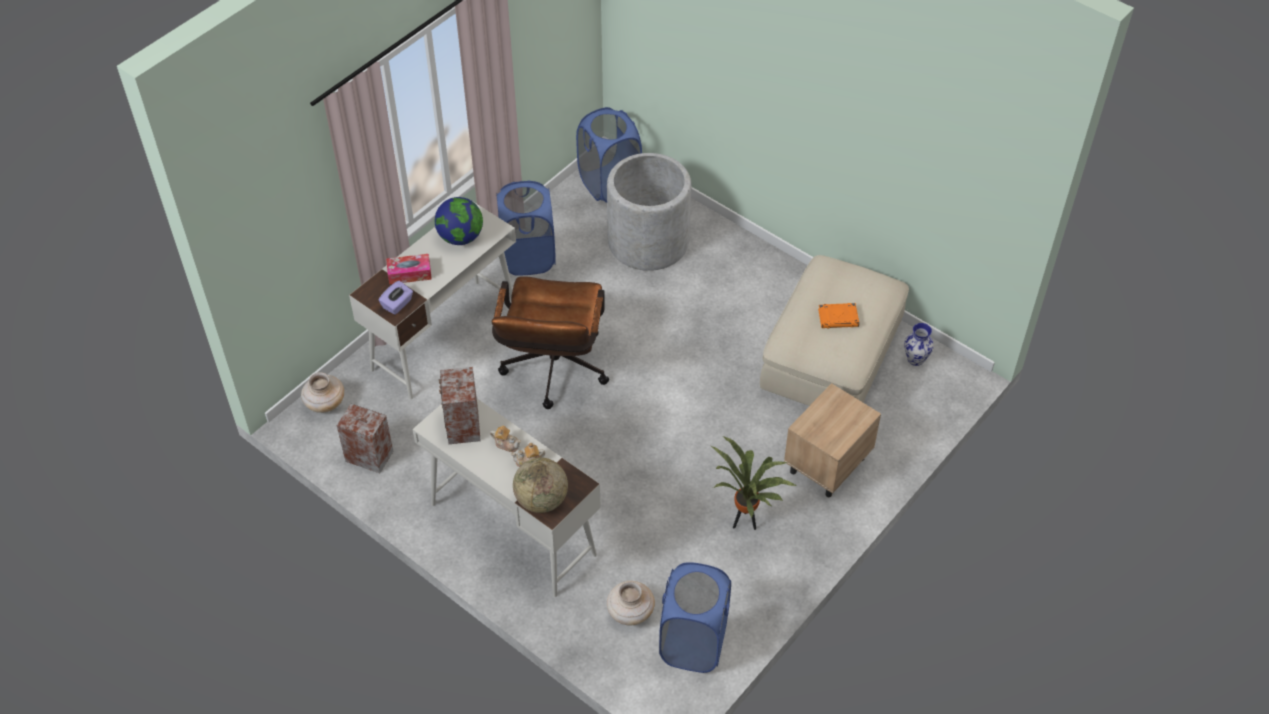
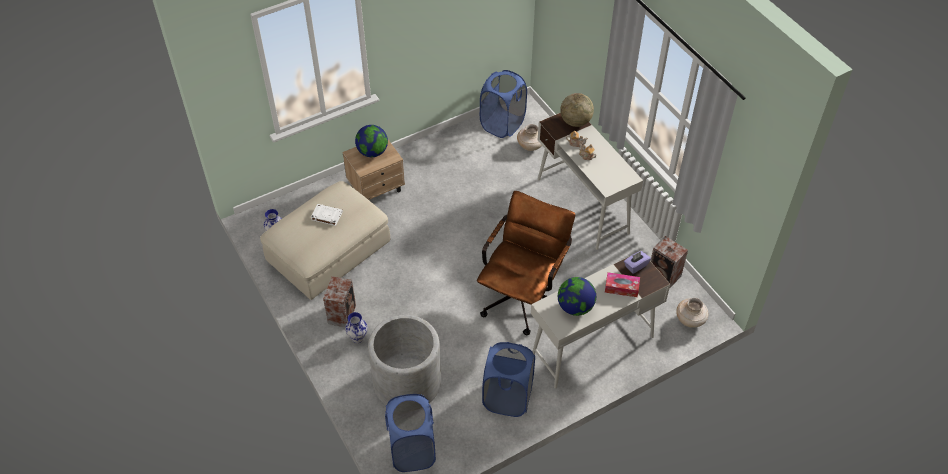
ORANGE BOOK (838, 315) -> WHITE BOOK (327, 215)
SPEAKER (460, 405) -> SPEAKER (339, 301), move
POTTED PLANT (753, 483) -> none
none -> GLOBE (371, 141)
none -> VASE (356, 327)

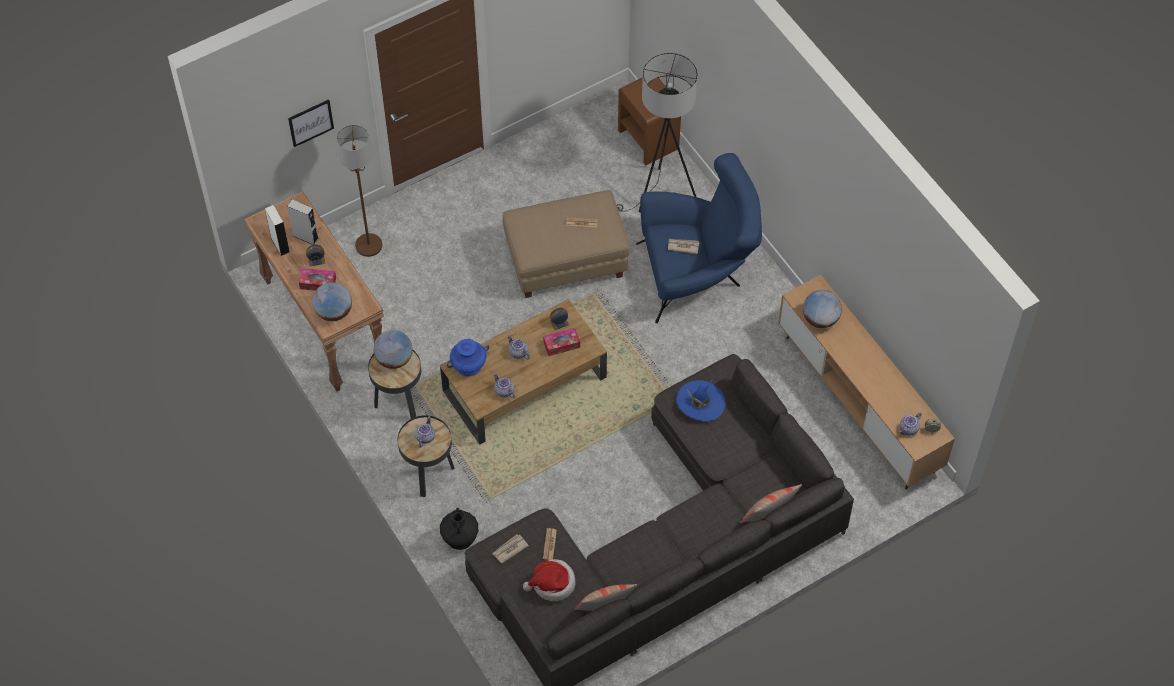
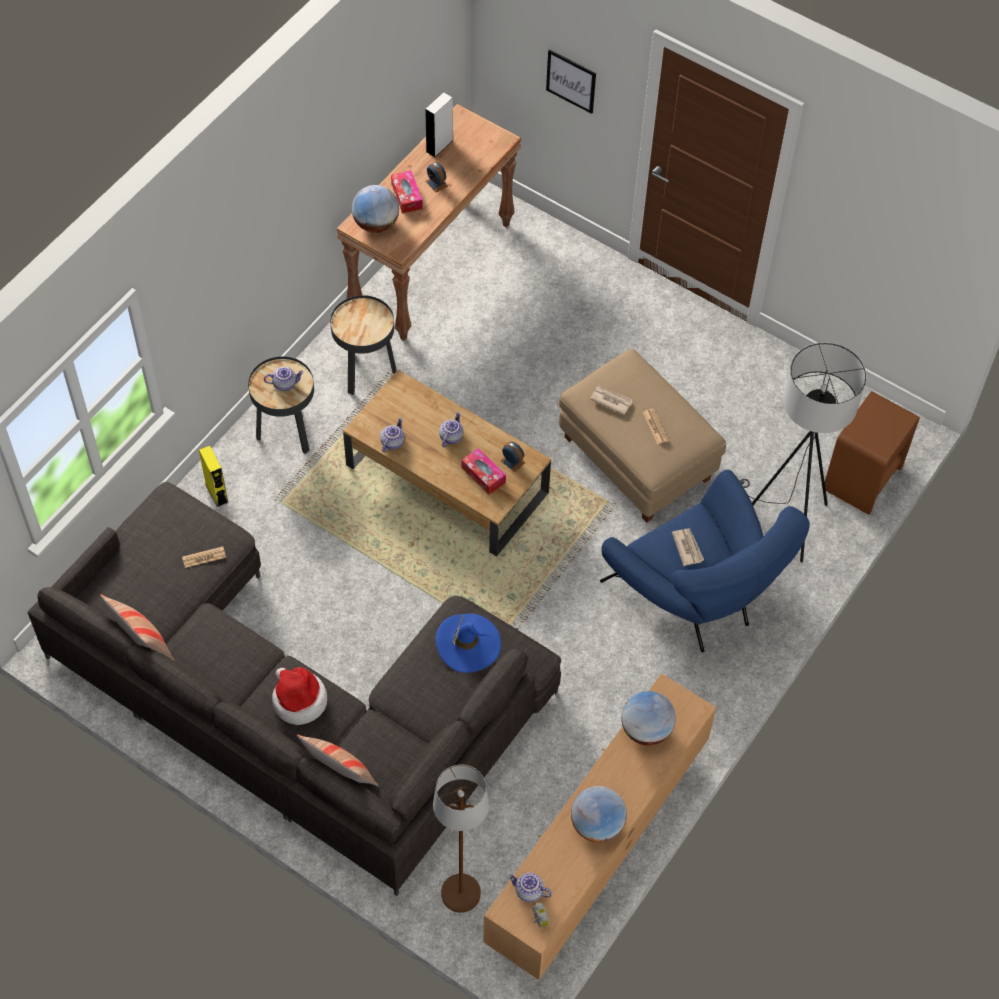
BROWN FLOOR LAMP (359, 191) -> BROWN FLOOR LAMP (461, 838), move
GREY SPEAKER (303, 222) -> none
GLOBE (393, 349) -> GLOBE (599, 814), move
BLUE VASE (468, 357) -> none
BLACK VASE (459, 529) -> YELLOW SPEAKER (213, 476)
NEWSPAPER (510, 548) -> NEWSPAPER (611, 400), move
HAT (549, 580) -> HAT (300, 696), move

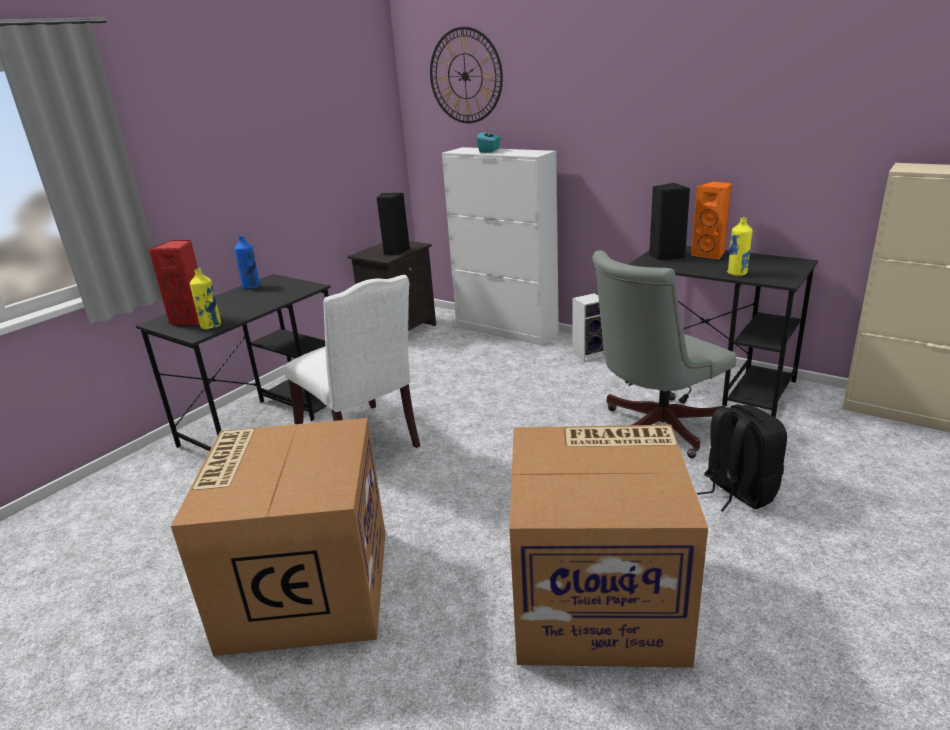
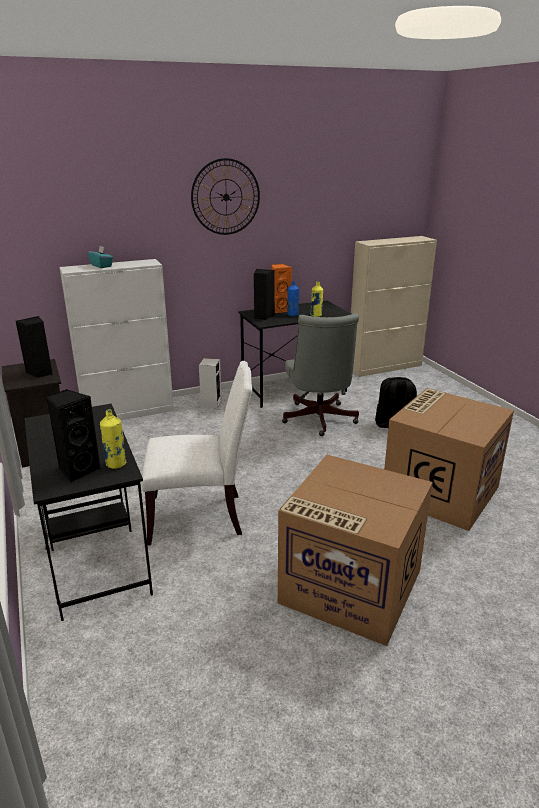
WALL CLOCK (466, 75) -> WALL CLOCK (225, 196), move
BLUE BOTTLE (247, 262) -> BLUE BOTTLE (293, 298), move
RED SPEAKER (174, 282) -> BLACK SPEAKER (74, 436)

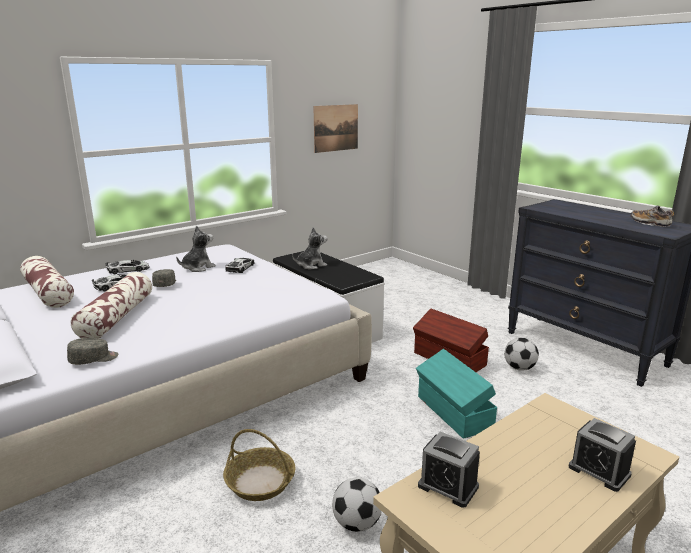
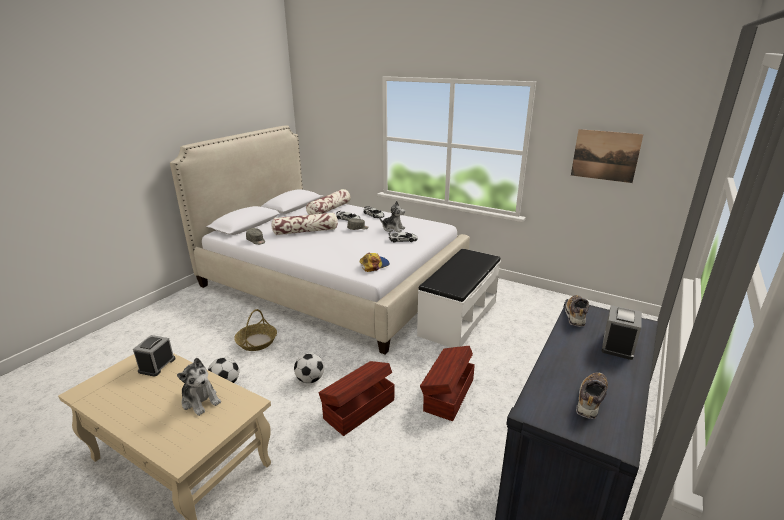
PLUSH TOY (309, 248) -> PLUSH TOY (199, 387), move
FOOTBALL (521, 354) -> FOOTBALL (309, 368), move
TURQUOISE STORAGE BOX (456, 394) -> BROWN STORAGE BOX (356, 398)
ALARM CLOCK (602, 455) -> ALARM CLOCK (622, 332), move
none -> CAP (375, 262)
none -> SHOE (577, 311)

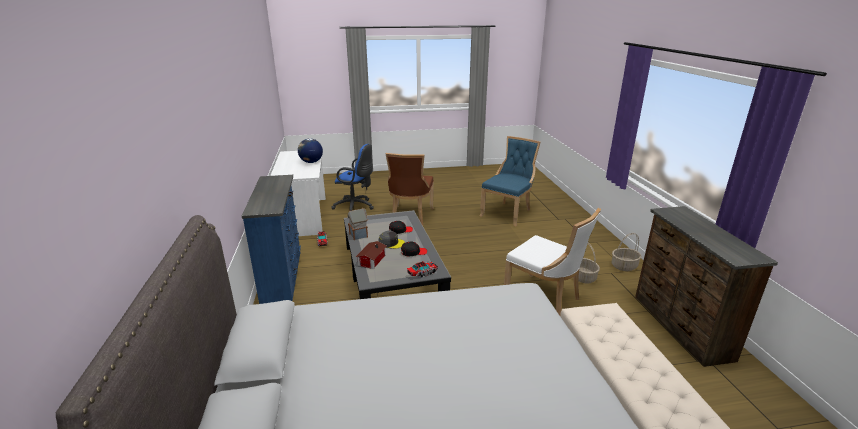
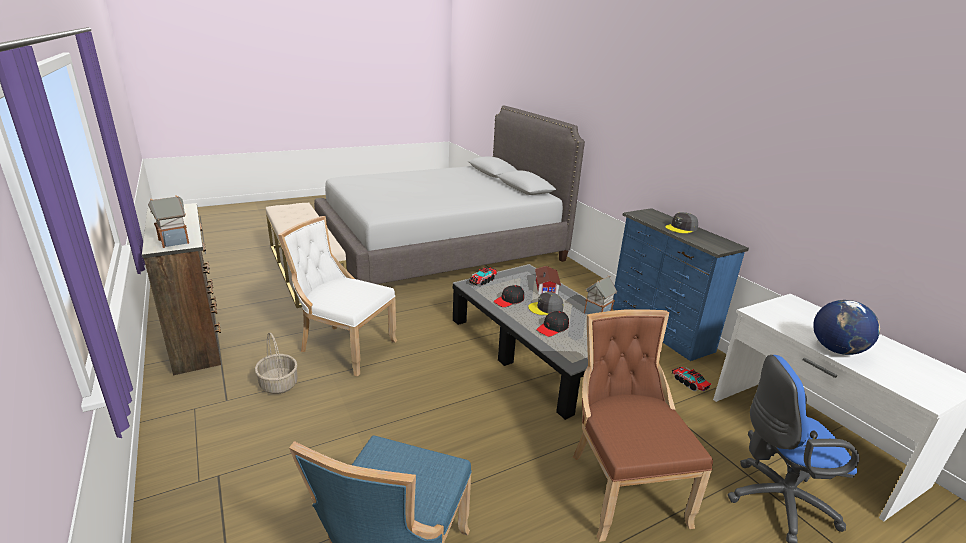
BASKET (626, 252) -> none
none -> TOY HOUSE (168, 221)
none -> GREY CAP (682, 223)

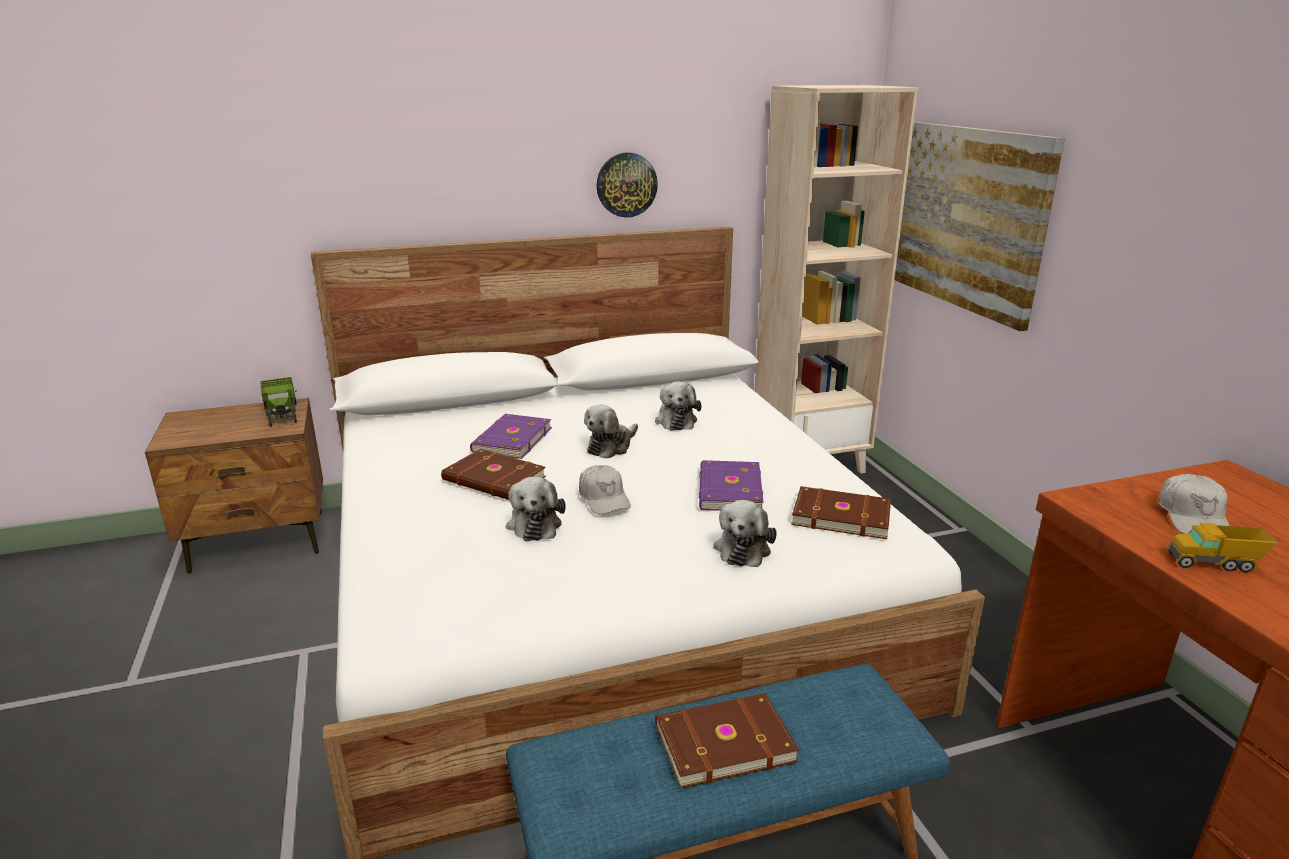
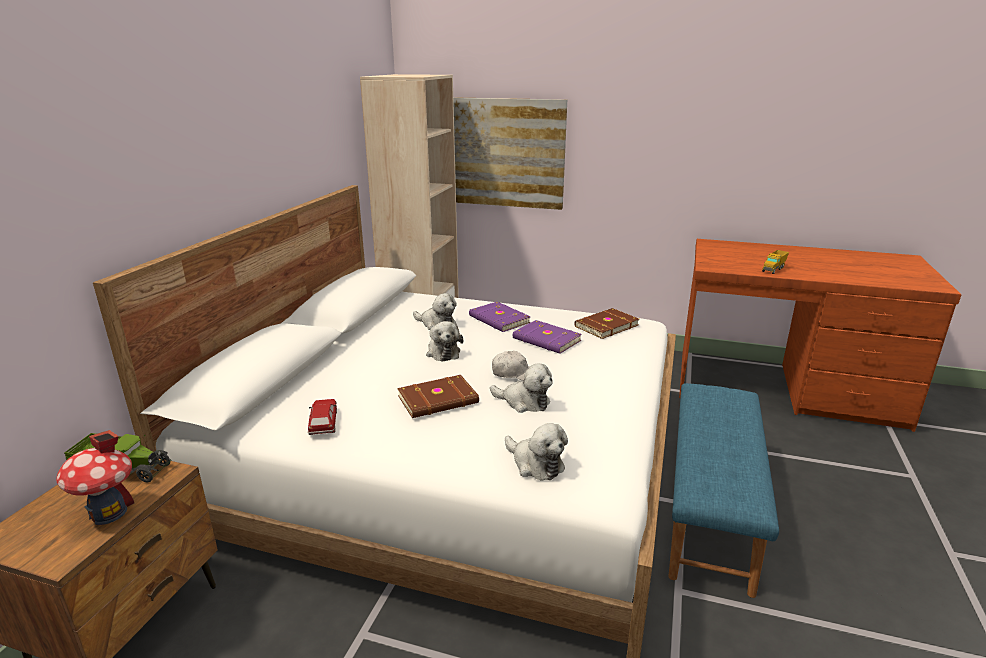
WALL CLOCK (627, 185) -> none
PURPLE BOOK (511, 436) -> PURPLE BOOK (500, 317), move
WHITE CAP (1194, 504) -> none
PLUSH TOY (745, 533) -> PLUSH TOY (536, 452), move
BROWN BOOK (727, 741) -> none
none -> TOY CAR (322, 417)
none -> TOY HOUSE (95, 477)

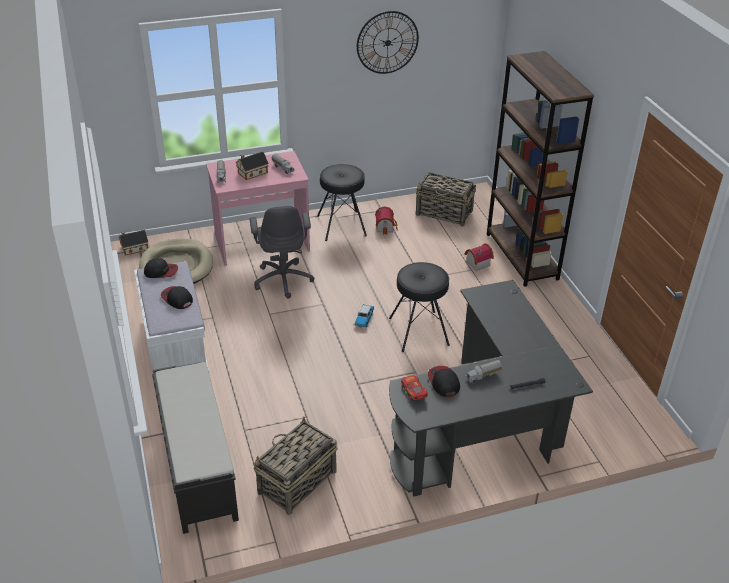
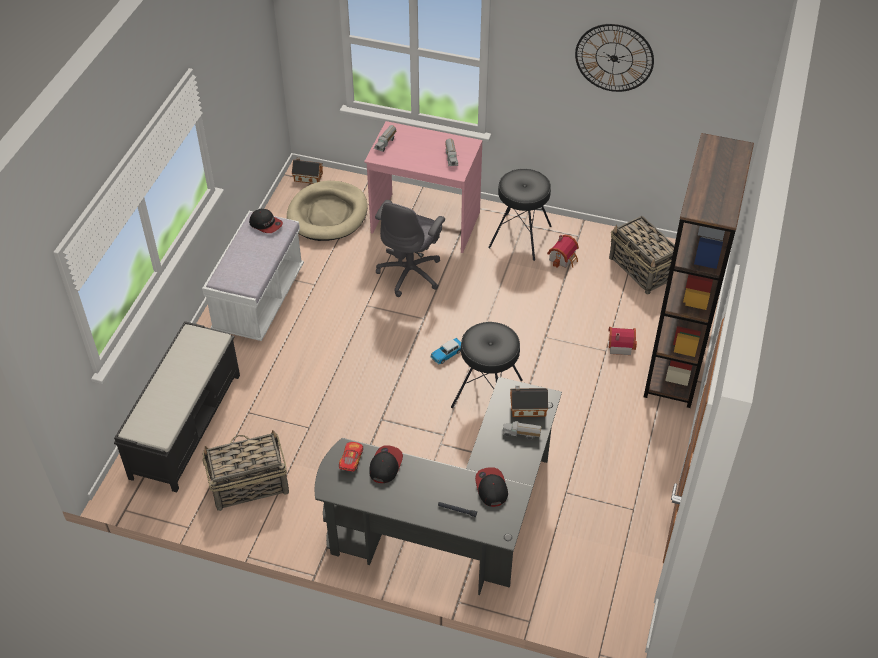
TOY HOUSE (252, 165) -> TOY HOUSE (529, 401), move
CAP (177, 297) -> CAP (491, 487), move
TOY TRUCK (483, 371) -> TOY TRUCK (521, 430), move

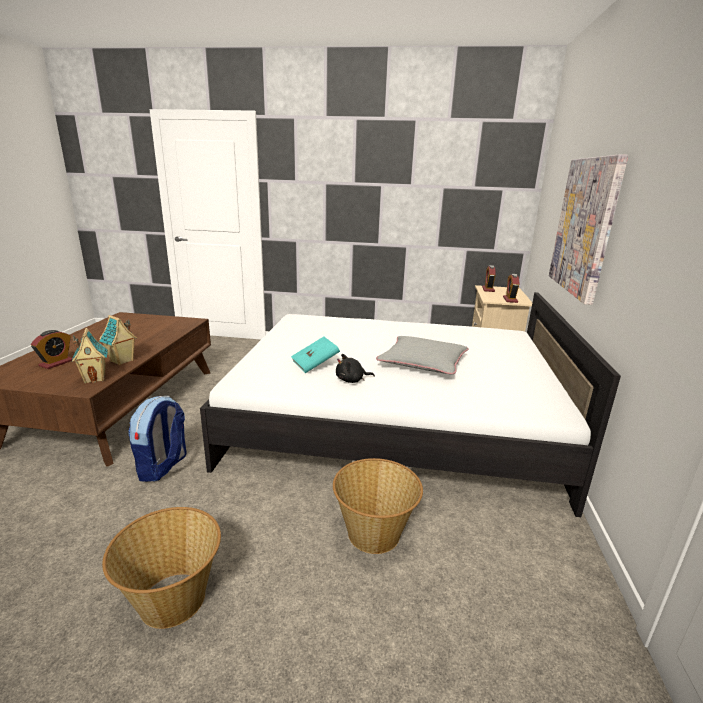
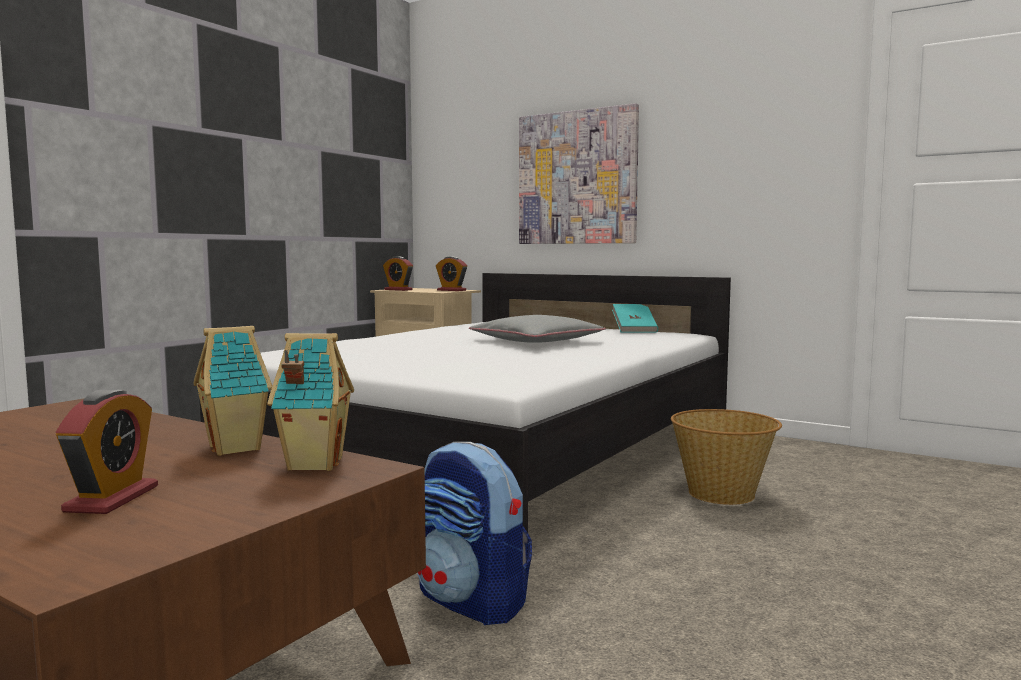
ALARM CLOCK (51, 349) -> ALARM CLOCK (107, 451), 45 degrees clockwise
TURQUOISE BOOK (315, 355) -> TURQUOISE BOOK (635, 318), move
BLACK PLUSH TOY (355, 368) -> none
BASKET (161, 568) -> none

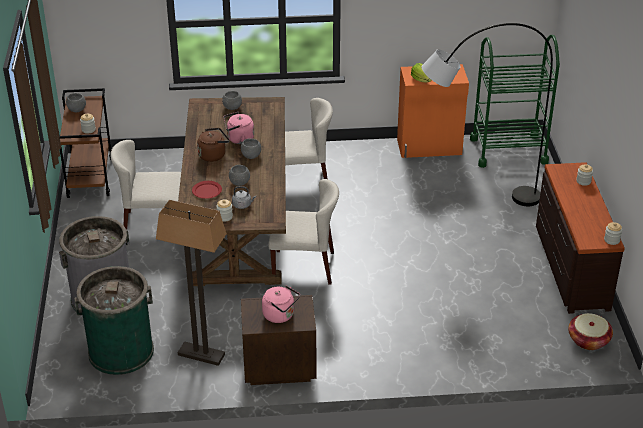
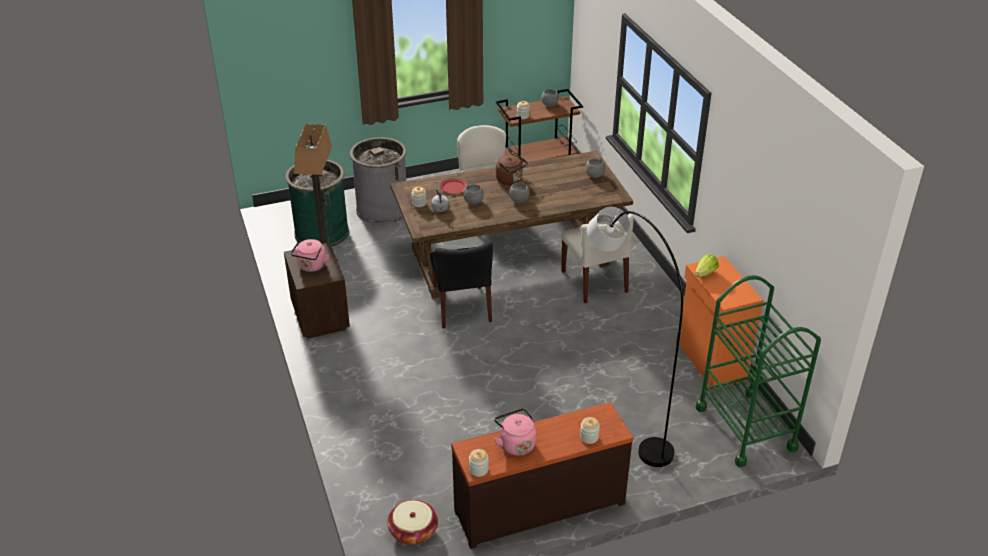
PINK KETTLE (239, 128) -> PINK KETTLE (515, 432), move
BEIGE CHAIR (303, 232) -> BLACK CHAIR (461, 285)

